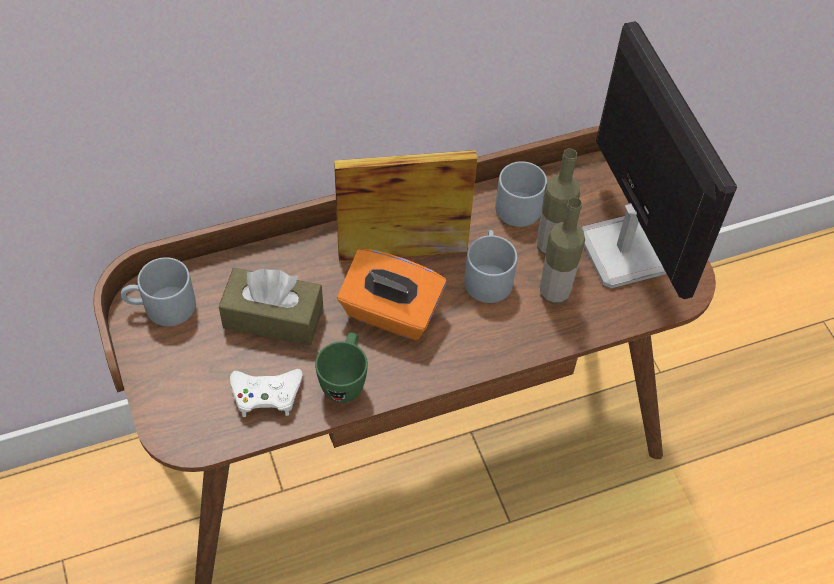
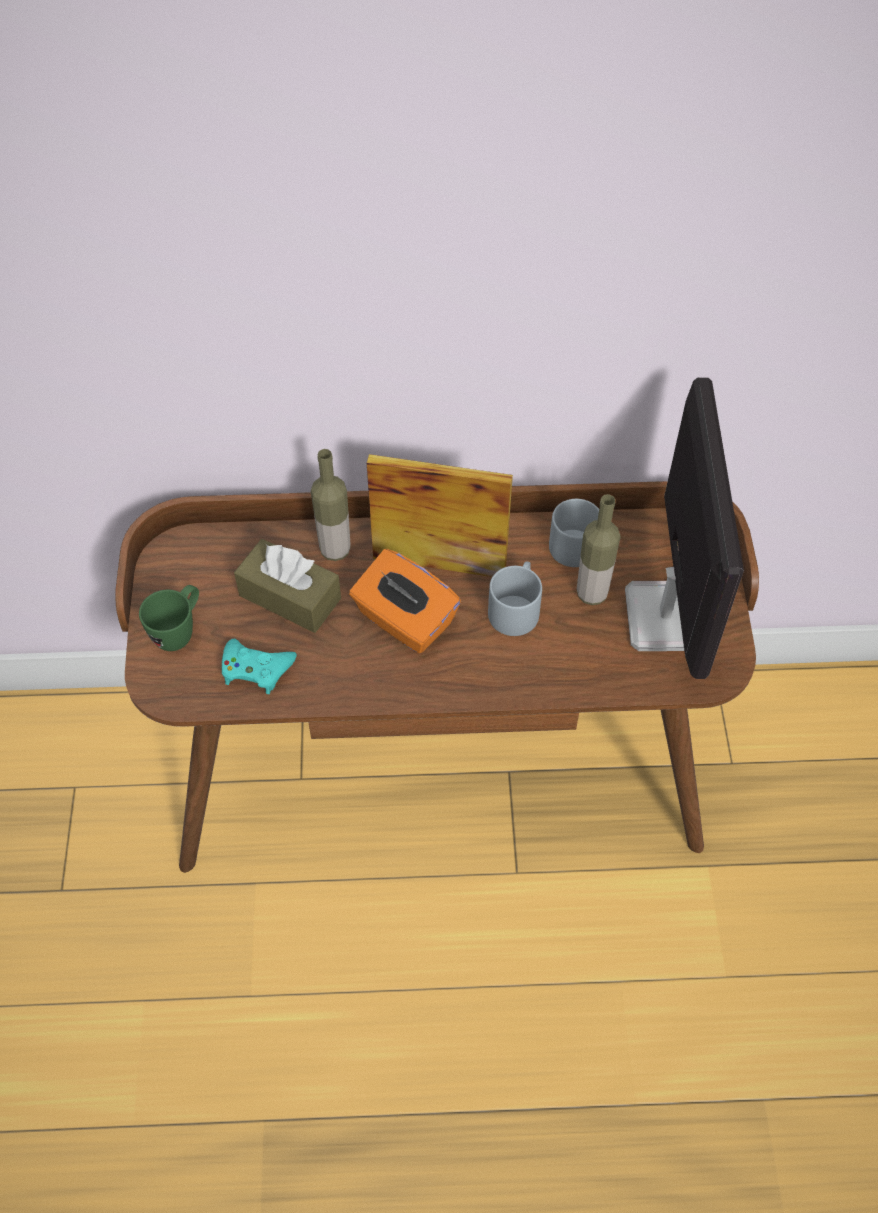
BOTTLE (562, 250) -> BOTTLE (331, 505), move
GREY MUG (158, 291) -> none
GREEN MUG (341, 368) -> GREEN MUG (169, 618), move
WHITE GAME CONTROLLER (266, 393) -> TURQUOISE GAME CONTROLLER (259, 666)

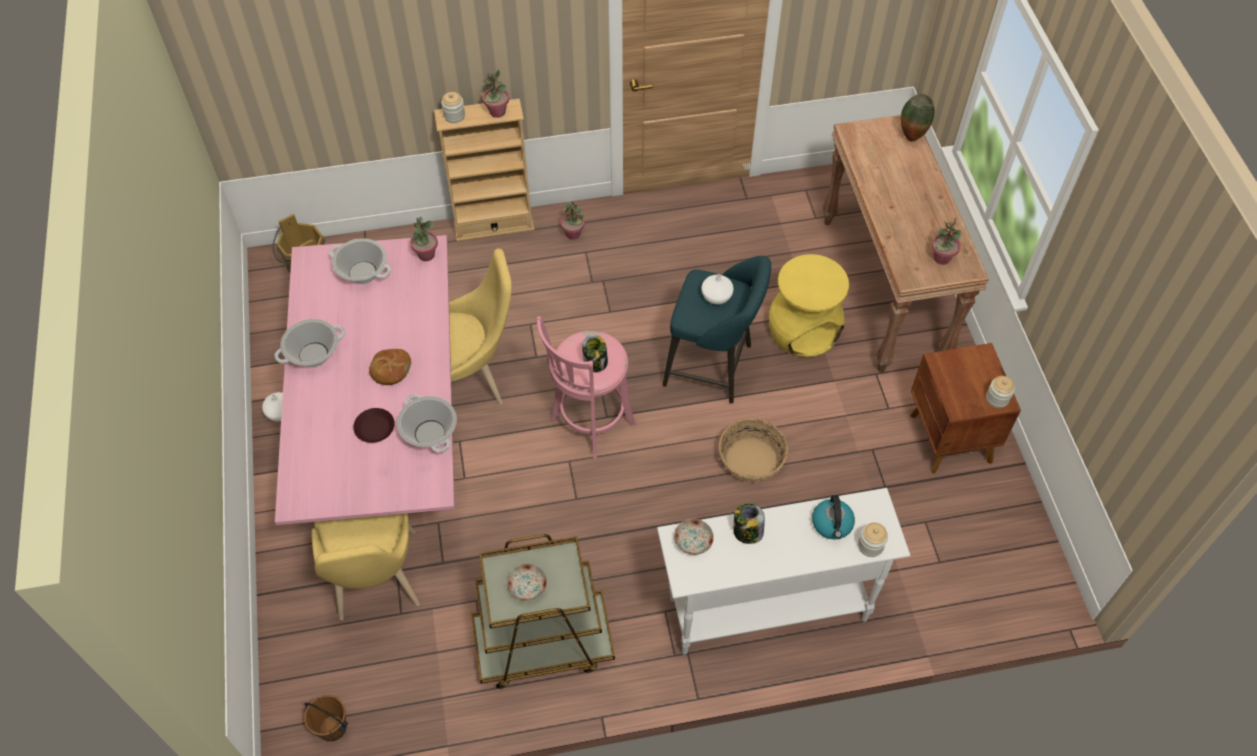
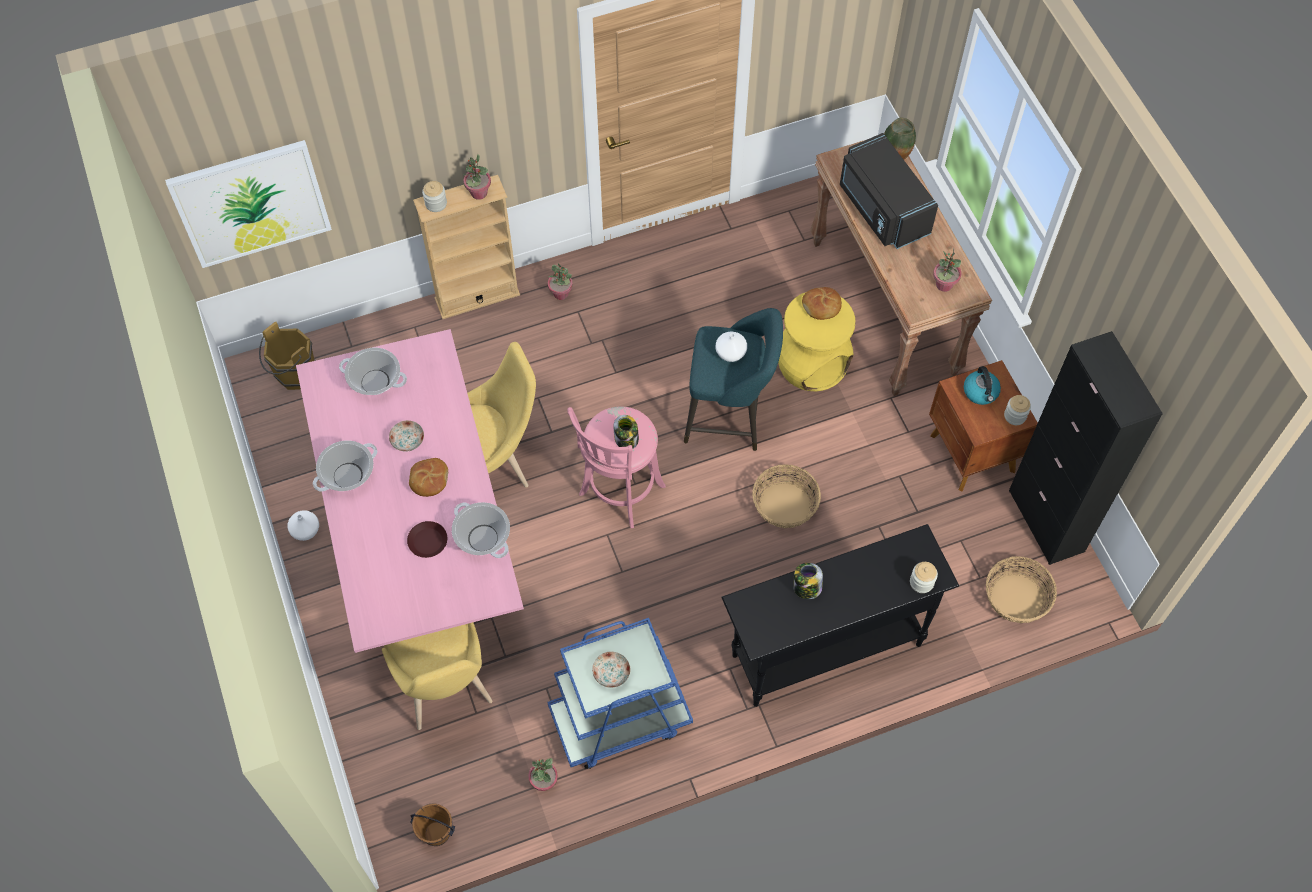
POTTED PLANT (424, 239) -> POTTED PLANT (543, 774), move
WHITE CONSOLE TABLE (784, 571) -> BLACK CONSOLE TABLE (840, 615)
KETTLE (833, 517) -> KETTLE (982, 385), move
PLATE (694, 537) -> PLATE (406, 436), move
BROWN CART (543, 611) -> BLUE CART (620, 693)
none -> BLACK MICROWAVE (889, 191)
none -> PICTURE (248, 204)
none -> BREAD (822, 303)
none -> BLACK CABINET (1086, 448)
none -> BASKET (1021, 589)

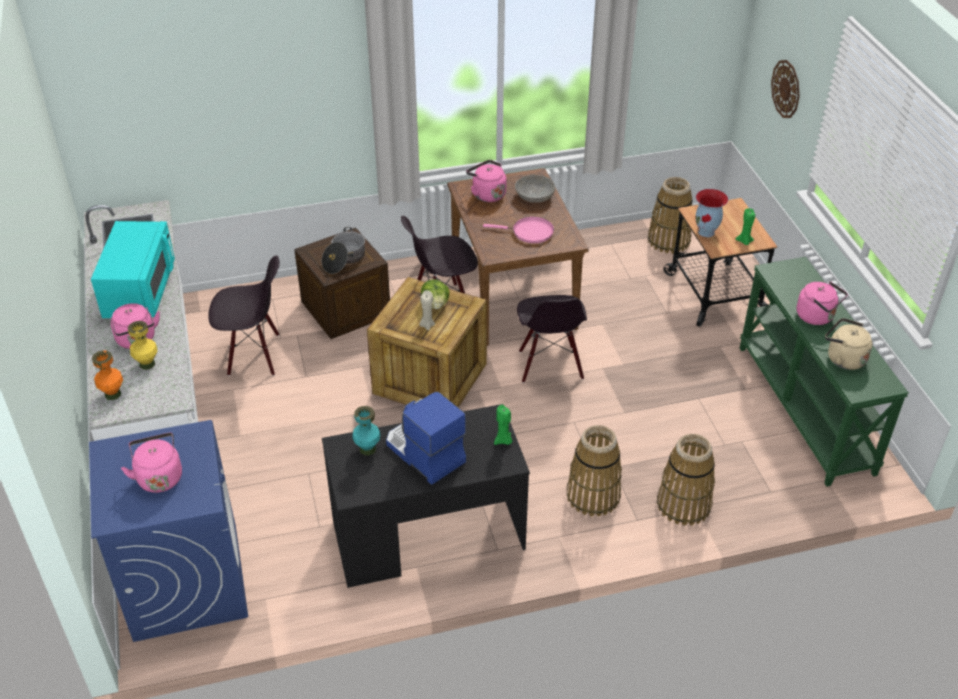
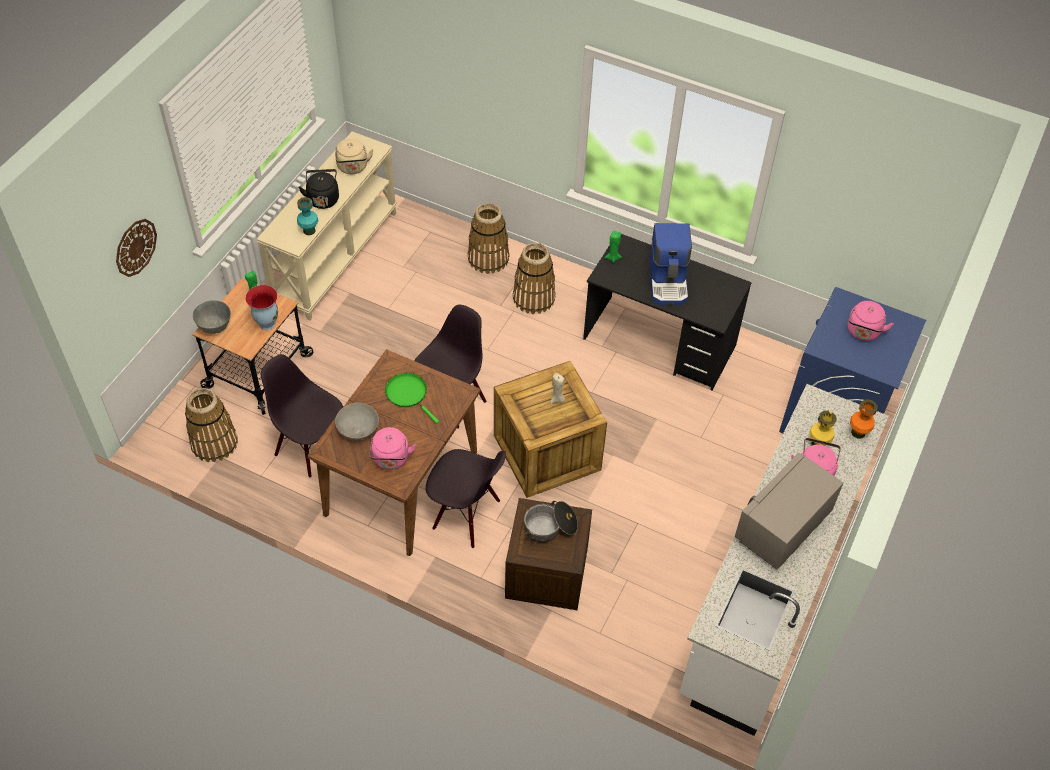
PINK FRYING PAN (518, 230) -> GREEN FRYING PAN (412, 398)
TURQUOISE MICROWAVE (133, 269) -> GREY MICROWAVE (789, 511)
BLACK CHAIR (244, 315) -> BLACK CHAIR (302, 416), move
GREEN CONSOLE TABLE (824, 372) -> BEIGE CONSOLE TABLE (327, 226)
LETTUCE (435, 294) -> none
PINK KETTLE (822, 303) -> BLACK KETTLE (318, 189)
TURQUOISE VASE (366, 430) -> TURQUOISE VASE (307, 216), move
none -> GREY BOWL (212, 317)

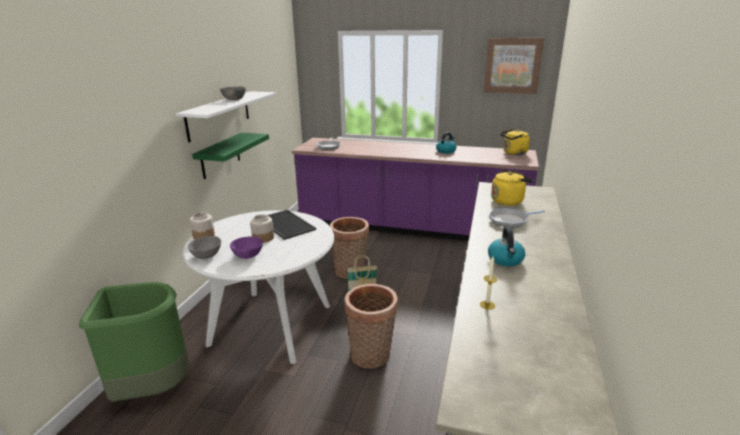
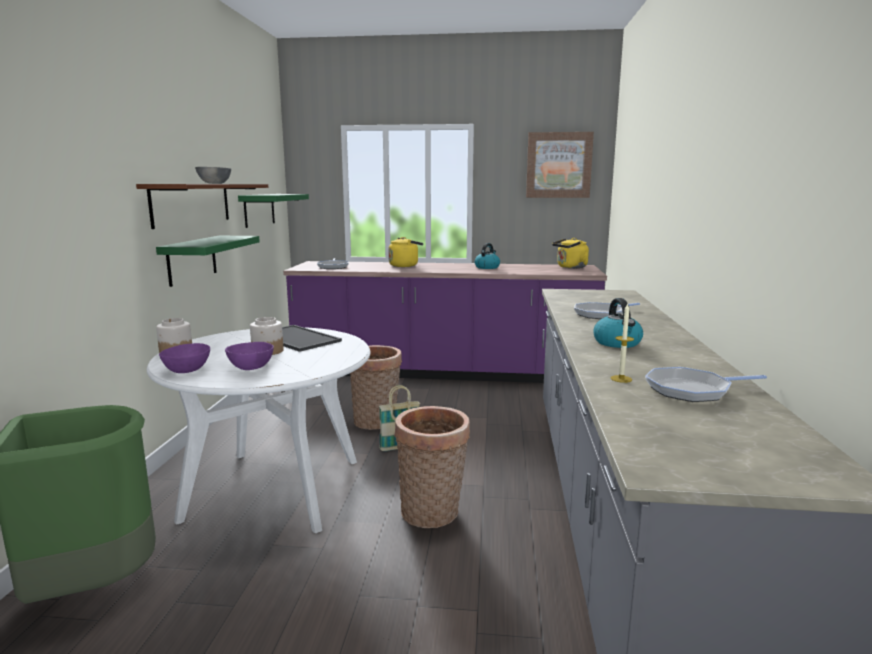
WHITE SHELF (225, 116) -> BROWN SHELF (202, 206)
YELLOW KETTLE (512, 188) -> YELLOW KETTLE (405, 252), move
GREY BOWL (204, 247) -> PURPLE BOWL (184, 358)
none -> GREEN SHELF (273, 211)
none -> FRYING PAN (706, 384)

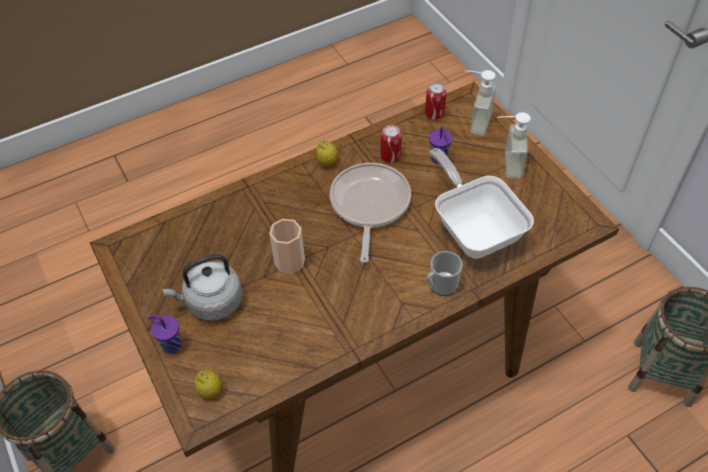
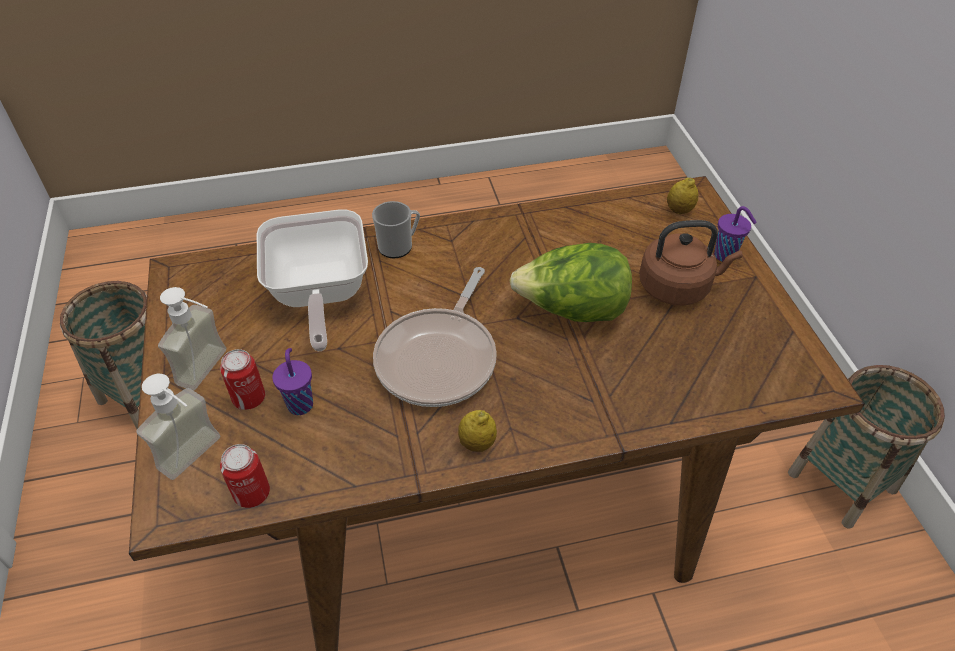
CAN (391, 144) -> CAN (242, 379), move
CUP (287, 246) -> LETTUCE (570, 282)
GREY KETTLE (202, 287) -> BROWN KETTLE (690, 263)

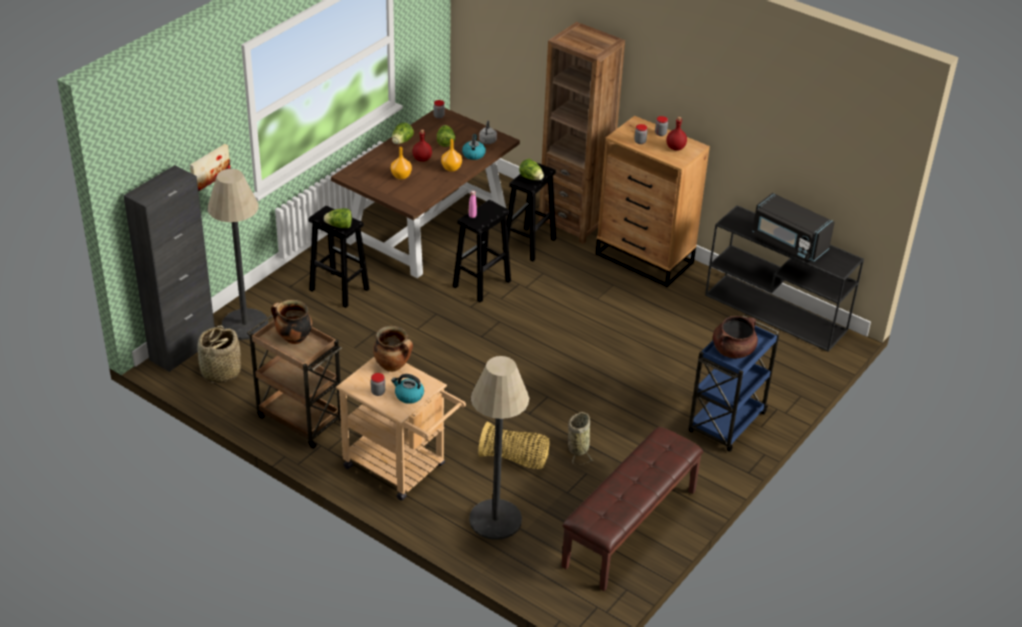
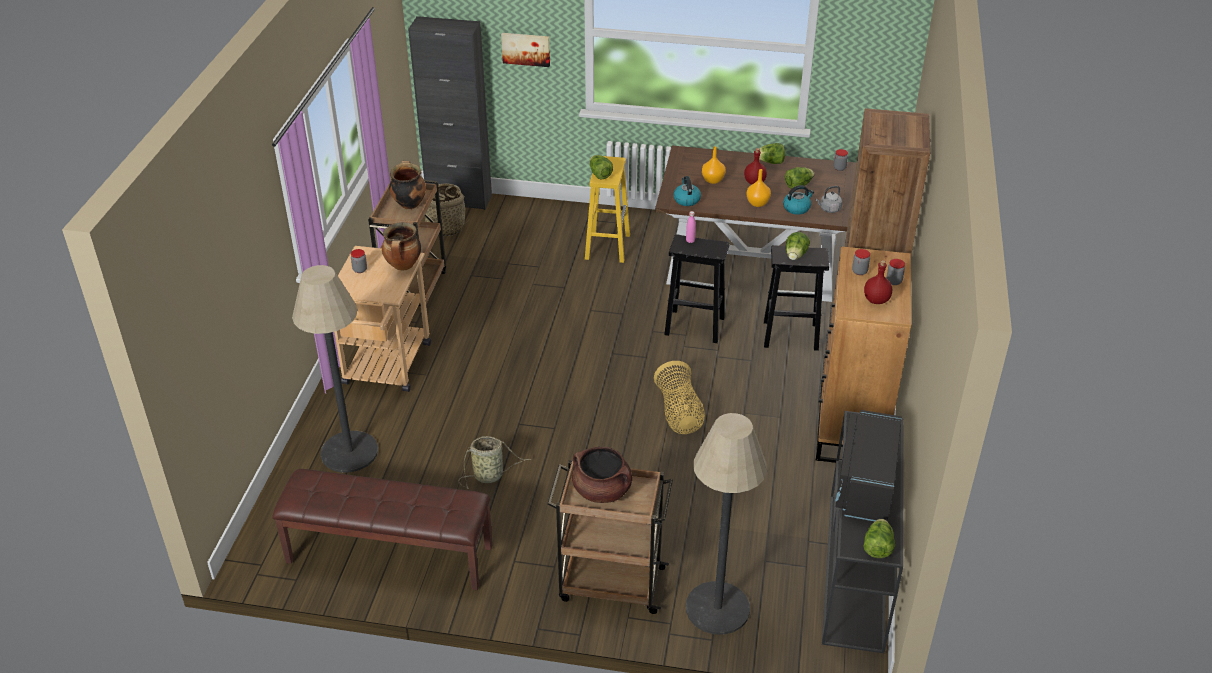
FLOOR LAMP (238, 254) -> FLOOR LAMP (726, 524), move
BLACK STOOL (338, 257) -> YELLOW STOOL (607, 209)
BLUE CART (733, 383) -> BROWN CART (610, 537)
KETTLE (407, 389) -> KETTLE (687, 191), move
BASKET (514, 445) -> BASKET (679, 397), move
none -> LETTUCE (879, 538)

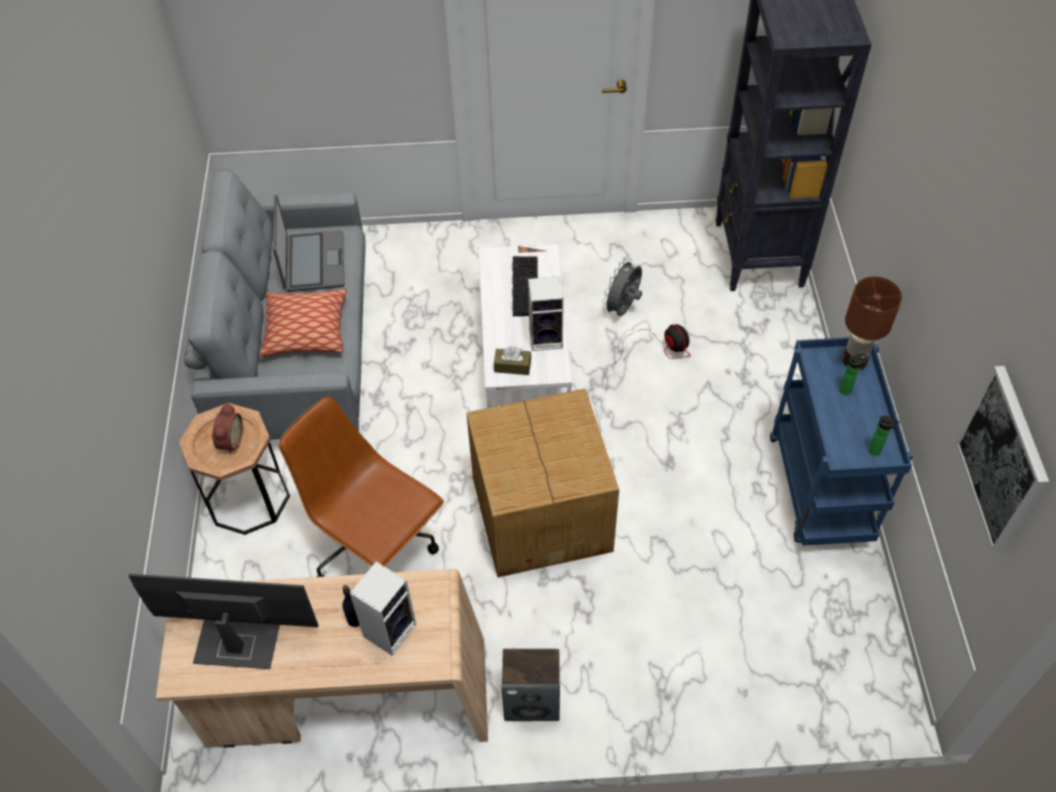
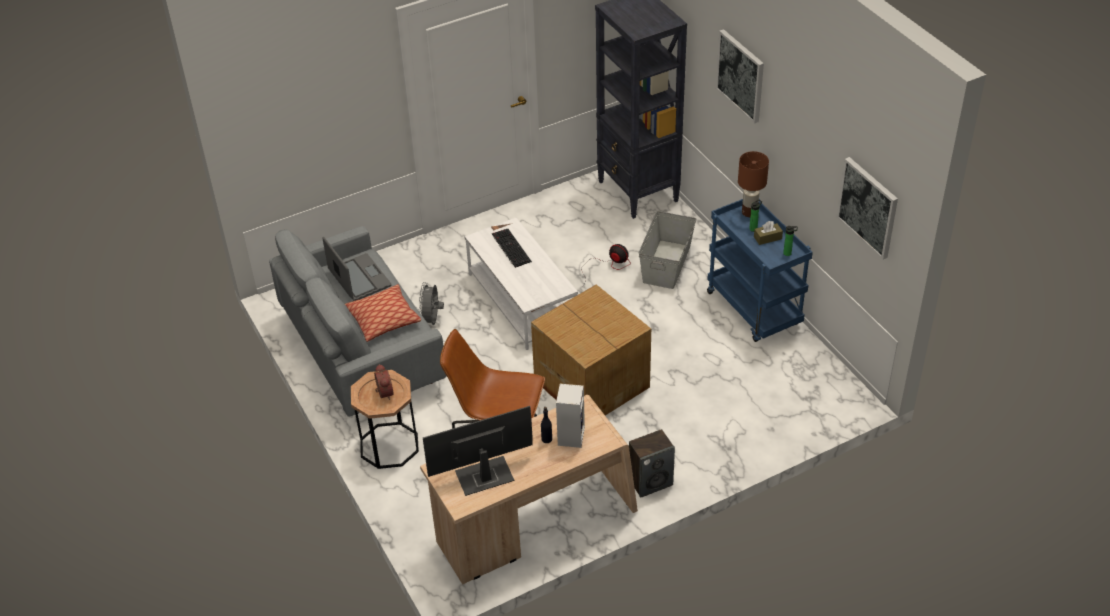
GREY FAN (622, 287) -> GREY FAN (431, 303), move
SPEAKER (546, 313) -> none
BROWN TISSUE BOX (512, 360) -> BROWN TISSUE BOX (768, 233), move
none -> PICTURE (740, 76)
none -> GREY STORAGE BOX (667, 250)

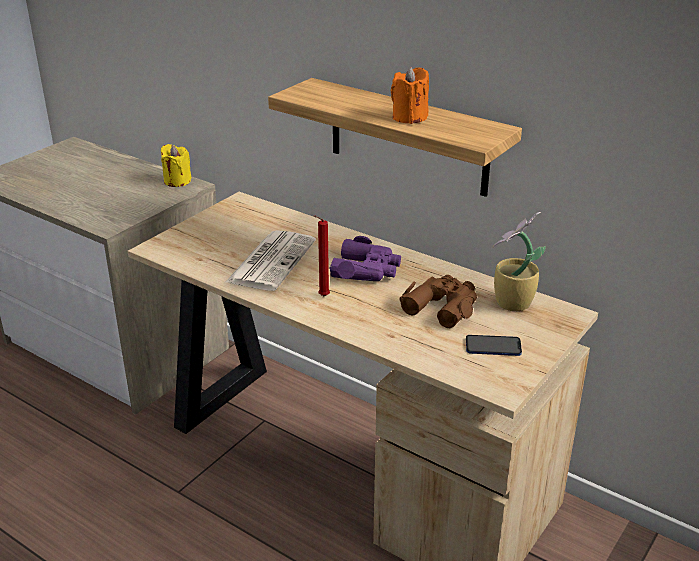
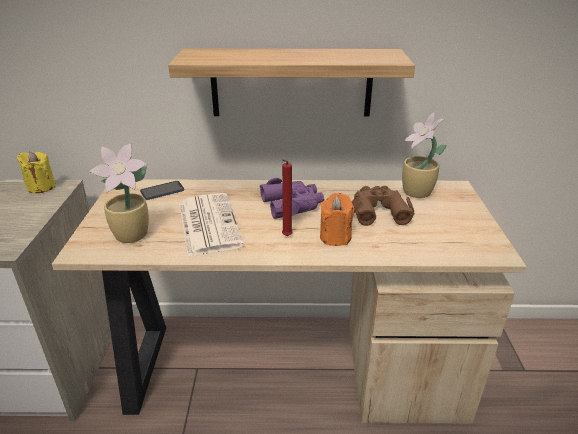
ORANGE CANDLE (410, 95) -> ORANGE CANDLE (337, 219), move
PHONE (494, 345) -> PHONE (162, 190), move
none -> POTTED PLANT (119, 193)

